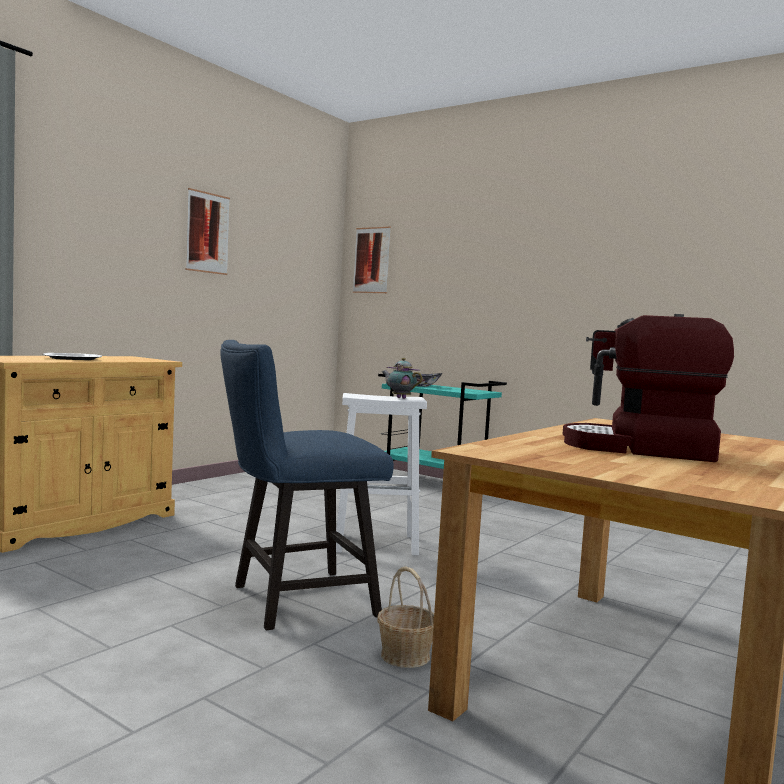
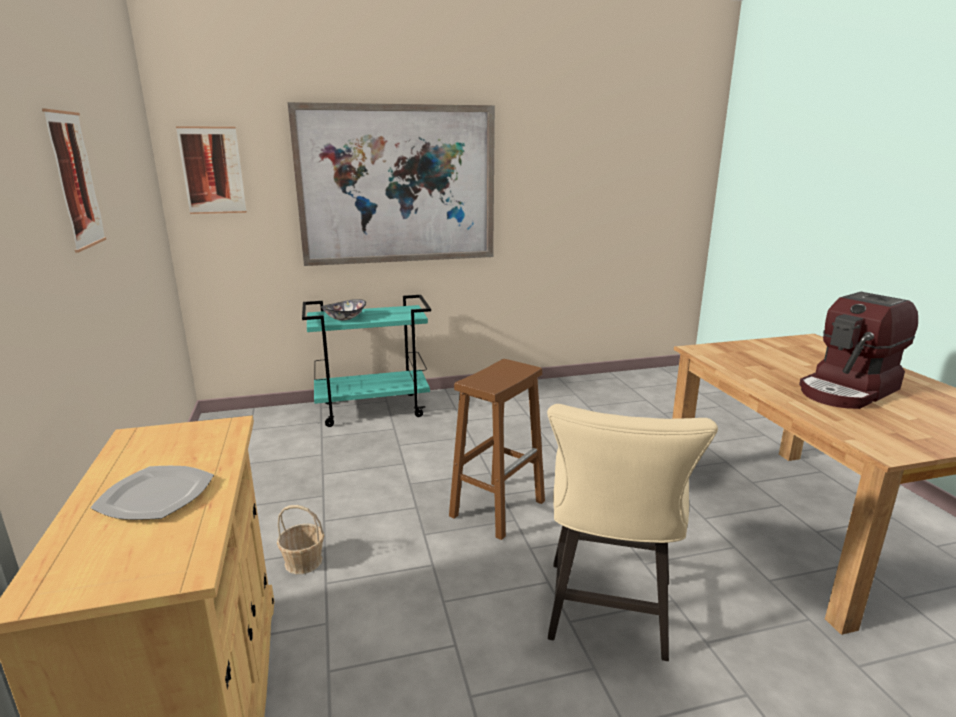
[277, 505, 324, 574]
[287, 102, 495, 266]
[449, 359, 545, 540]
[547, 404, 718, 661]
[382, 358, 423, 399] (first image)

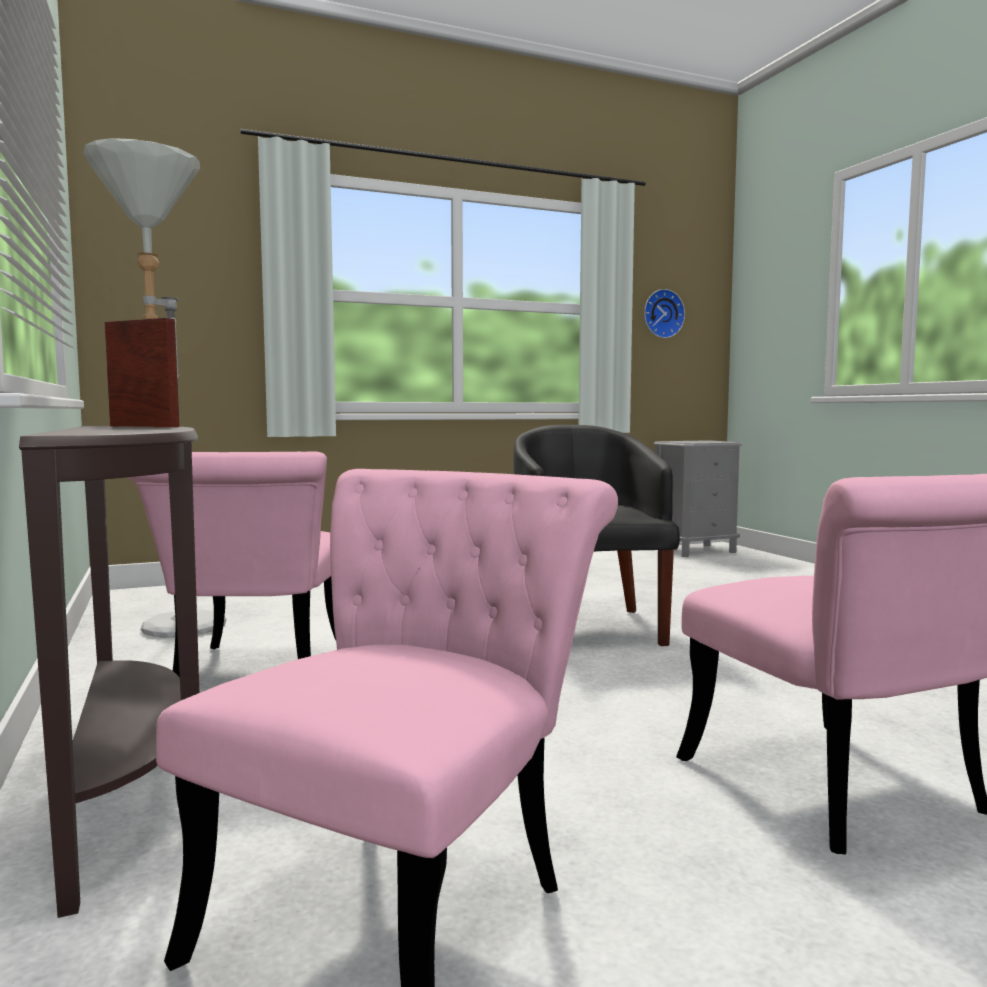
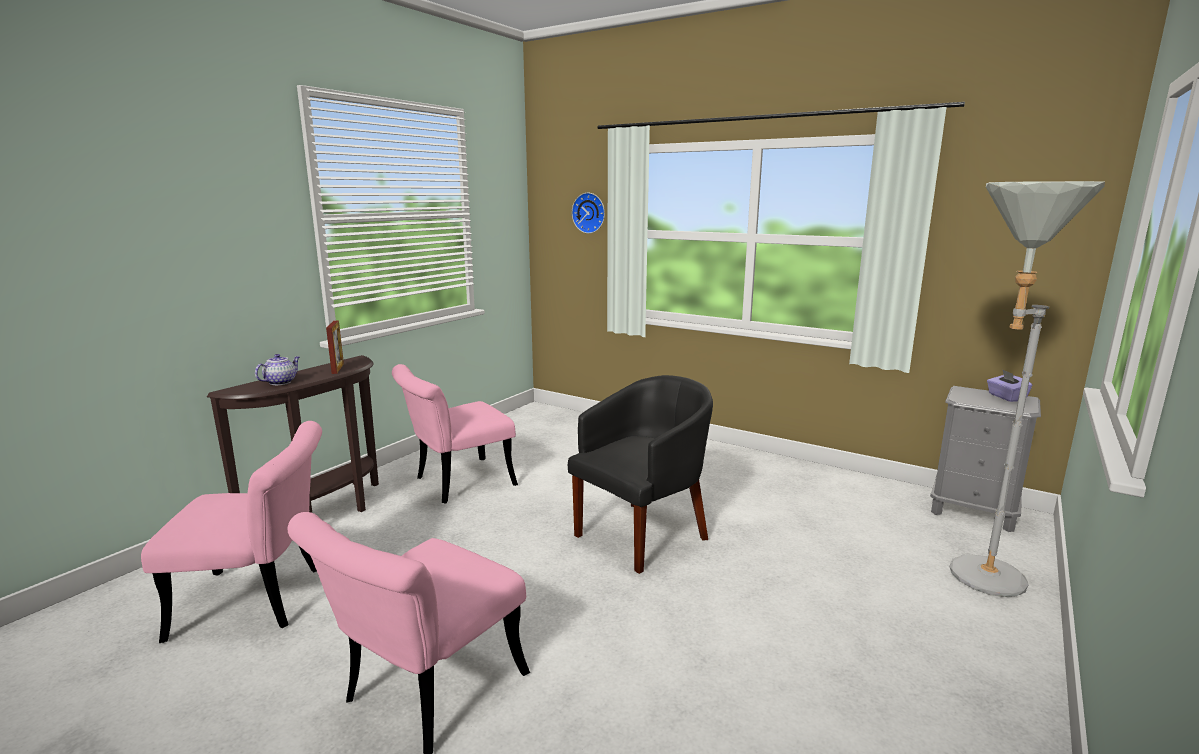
[255, 354, 300, 385]
[572, 193, 605, 234]
[949, 181, 1105, 597]
[987, 369, 1032, 402]

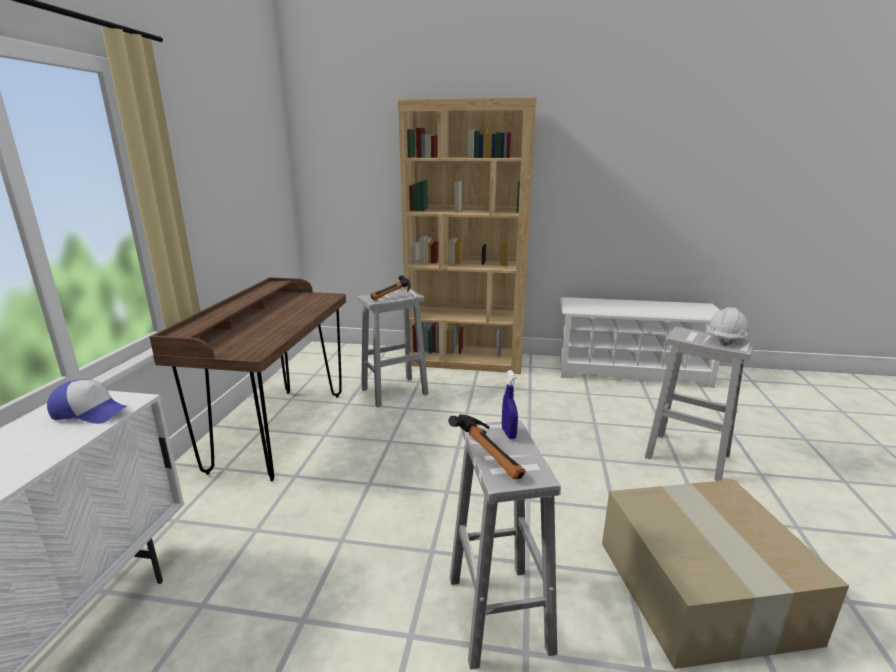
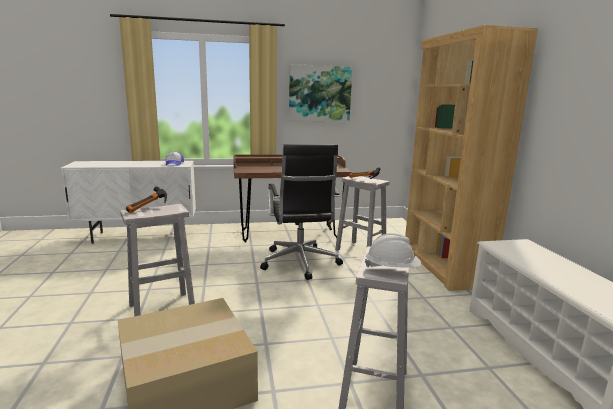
[260, 144, 343, 280]
[289, 64, 352, 122]
[502, 370, 518, 439] (first image)

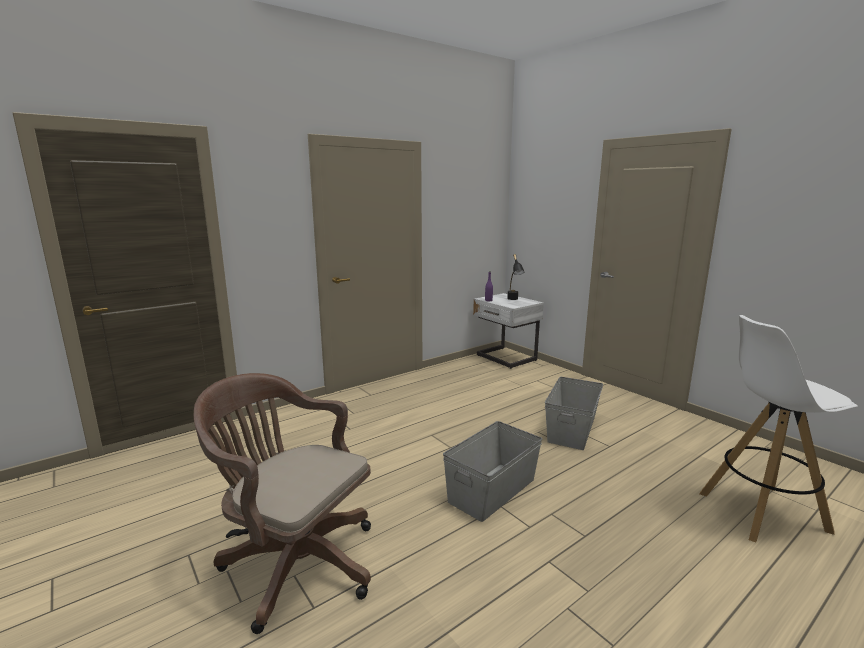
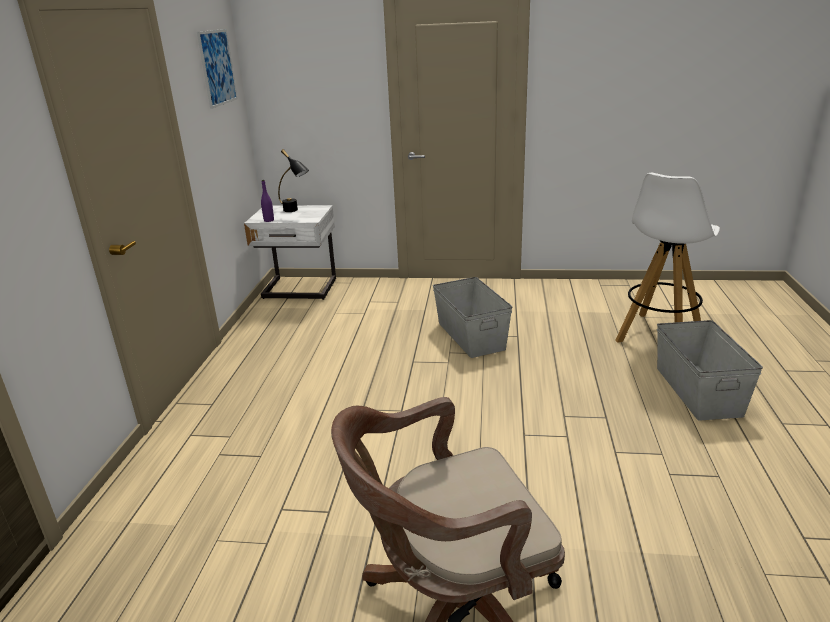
[197, 29, 238, 109]
[657, 320, 763, 421]

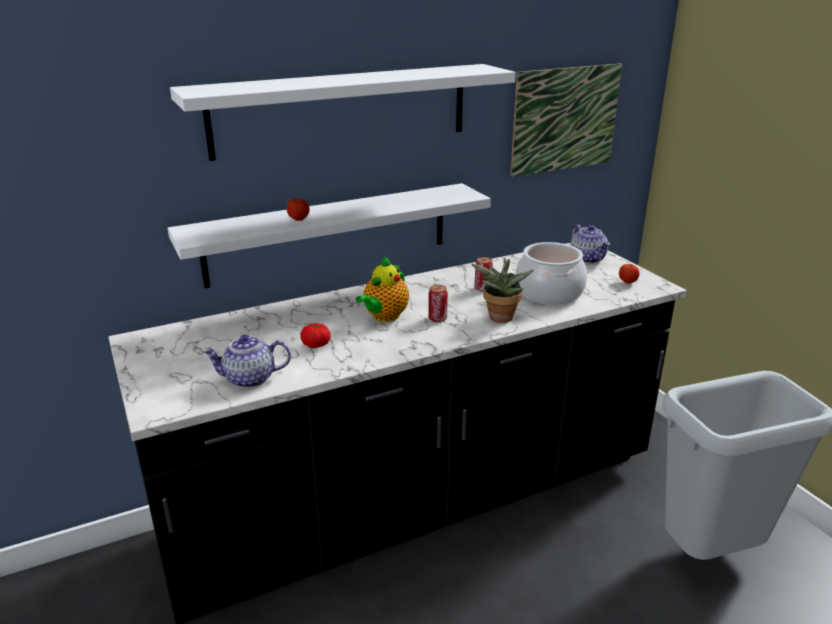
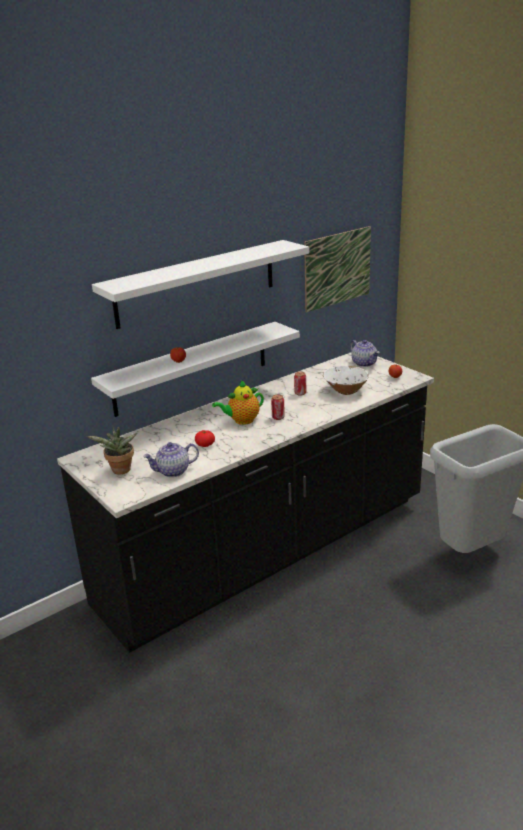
[87, 427, 137, 474]
[212, 380, 264, 425]
[323, 366, 369, 395]

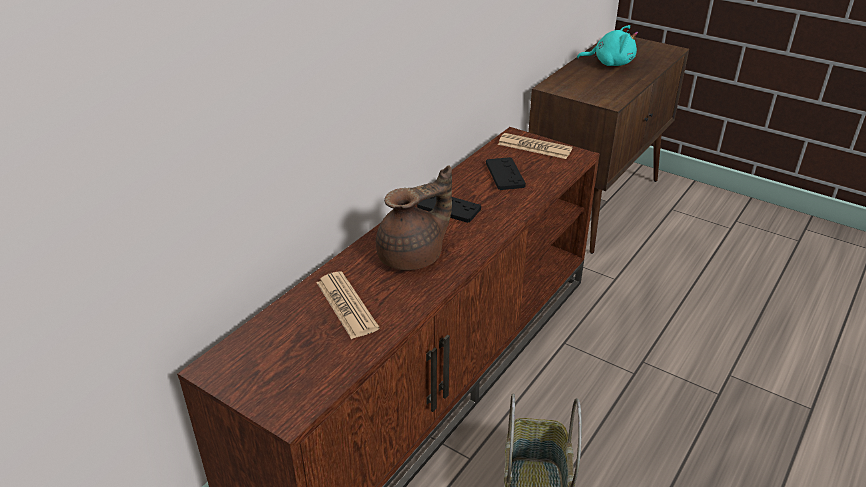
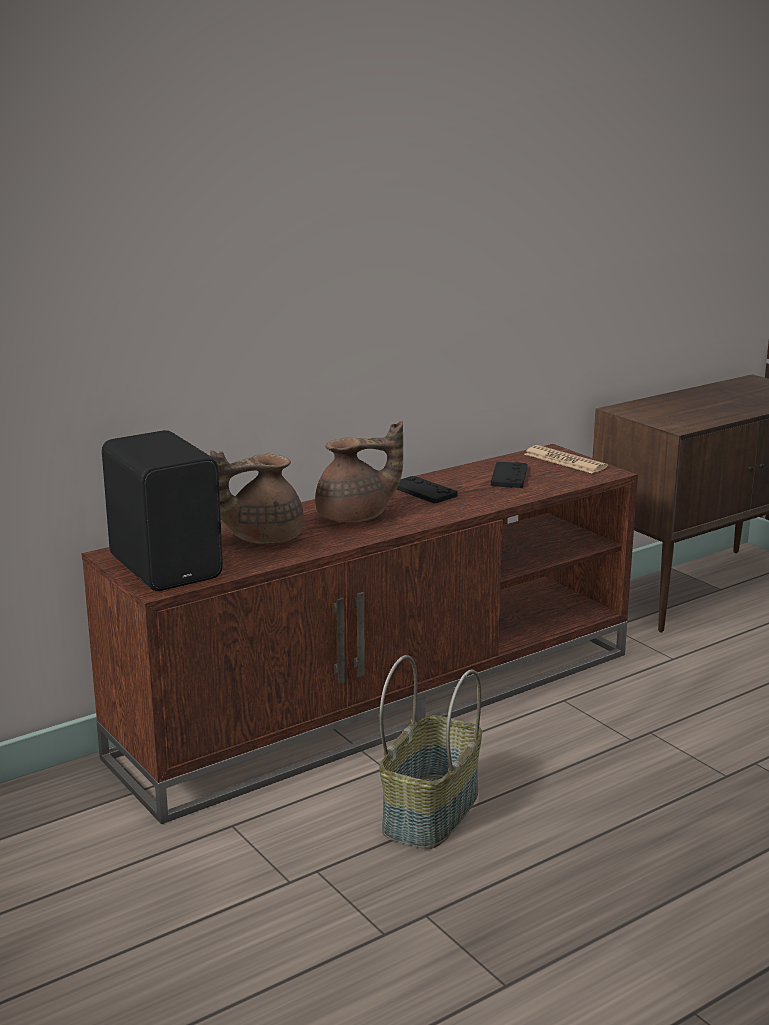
[102, 430, 223, 591]
[210, 450, 304, 544]
[577, 25, 638, 66] (first image)

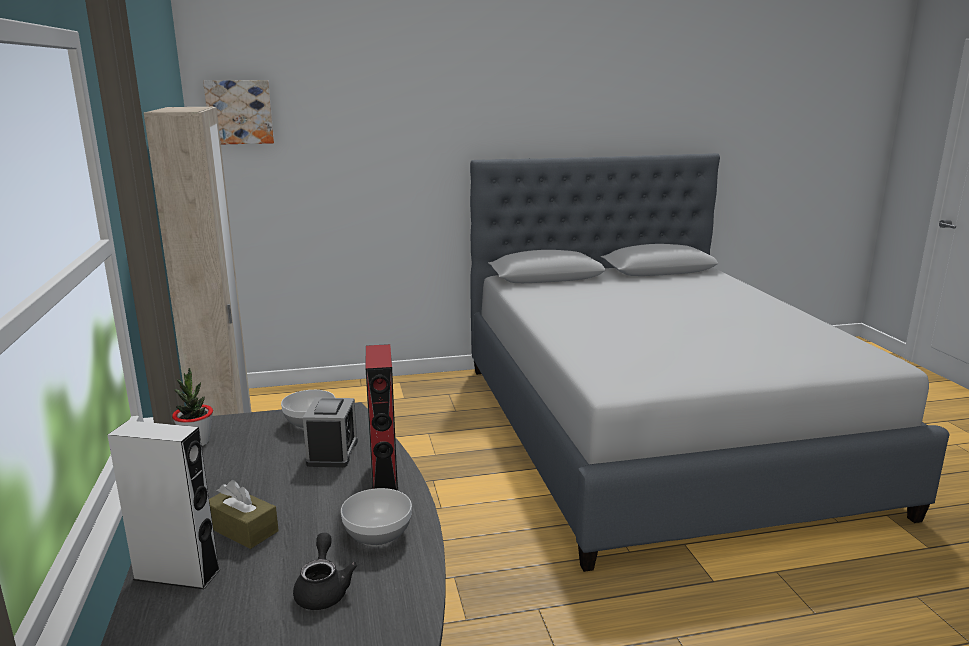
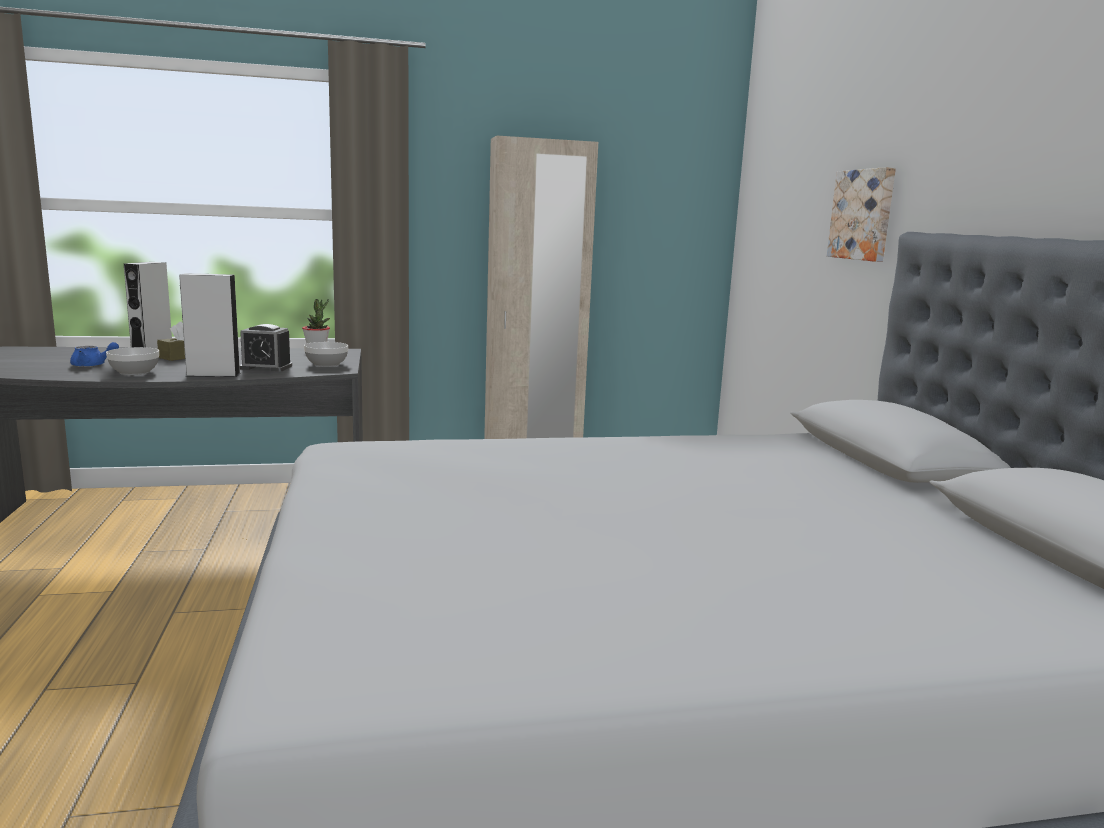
[70, 342, 119, 367]
[179, 273, 241, 377]
[827, 167, 896, 262]

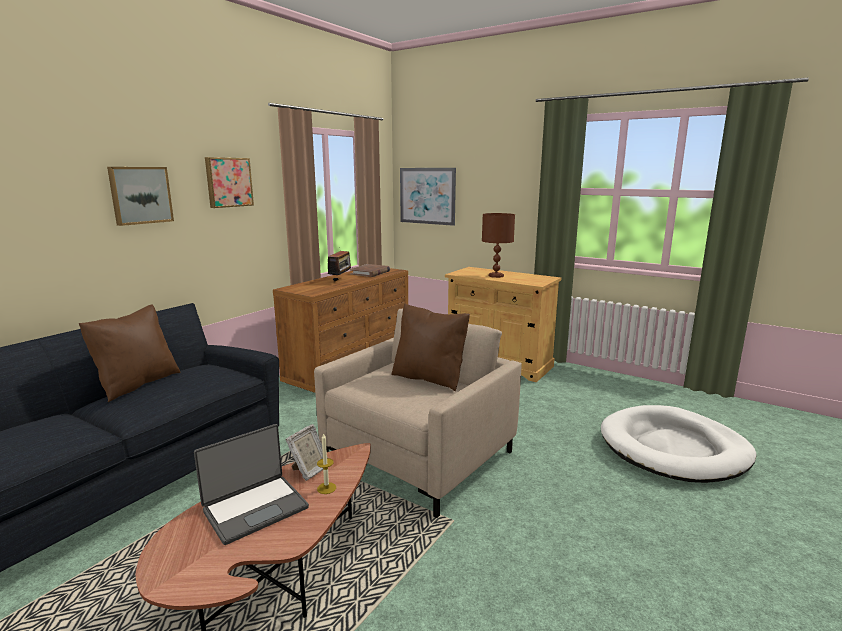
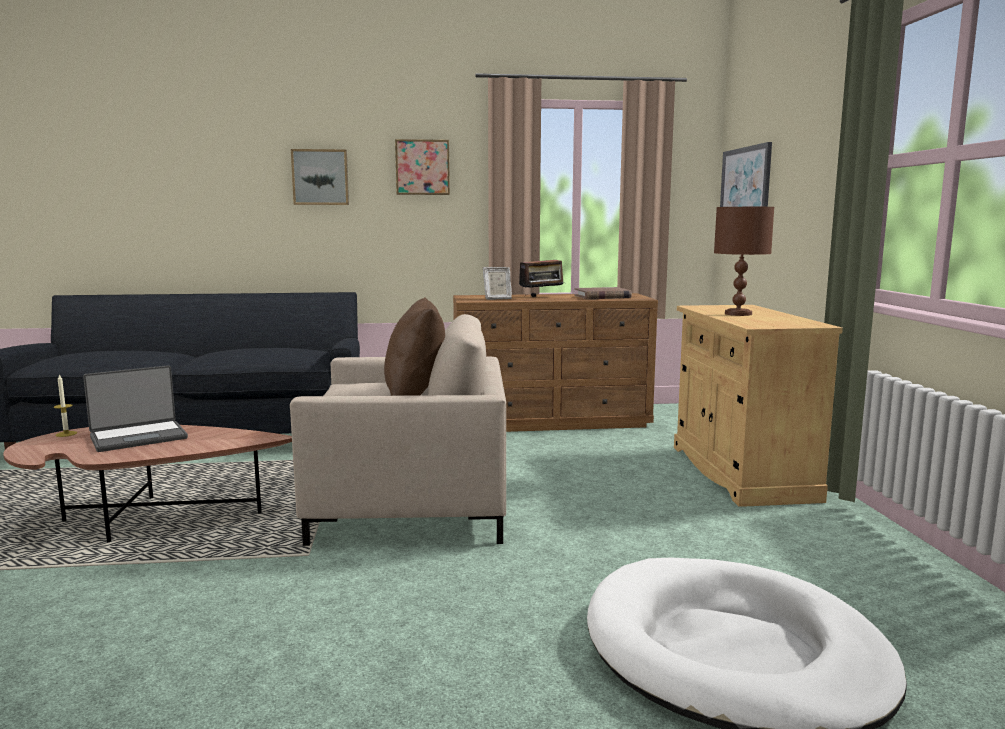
[54, 374, 77, 437]
[83, 365, 188, 452]
[483, 267, 512, 300]
[79, 305, 181, 402] (first image)

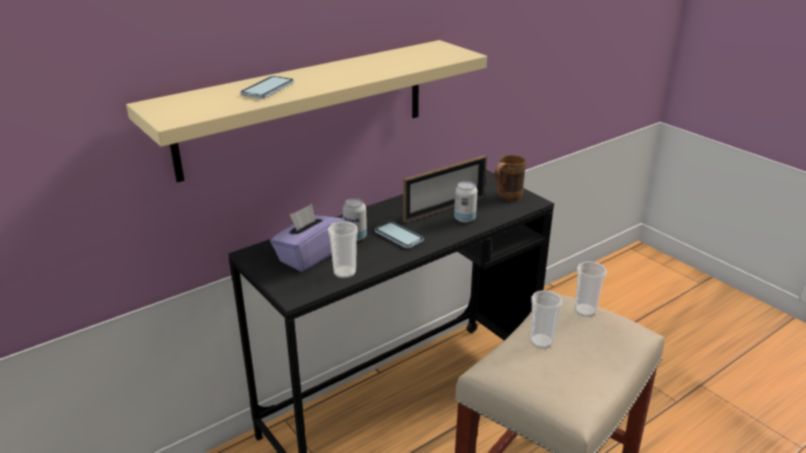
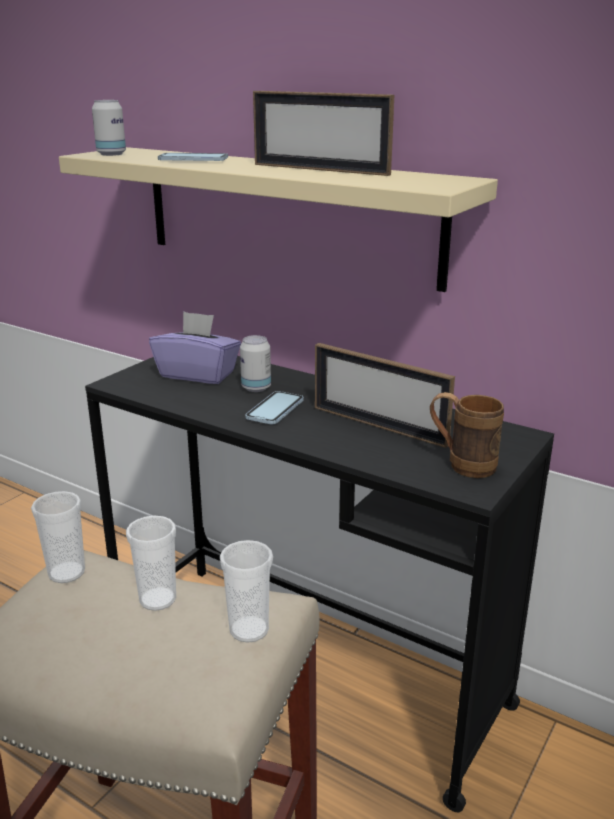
[31, 491, 85, 583]
[92, 100, 126, 156]
[253, 91, 394, 176]

